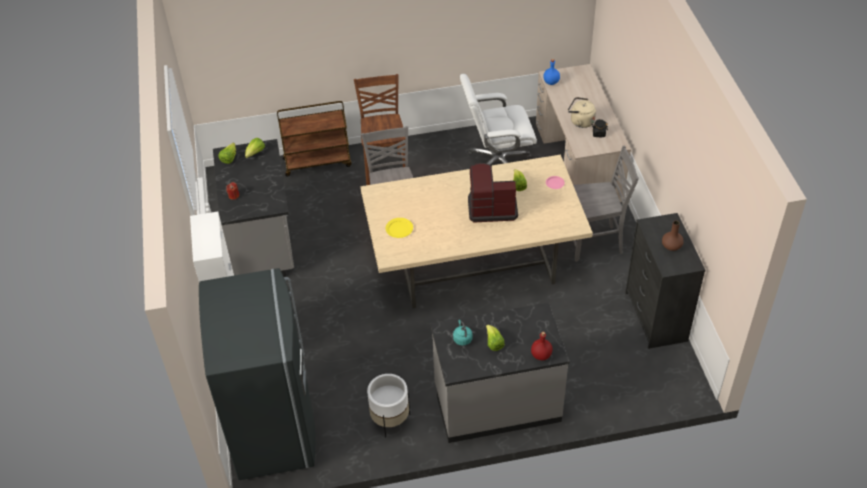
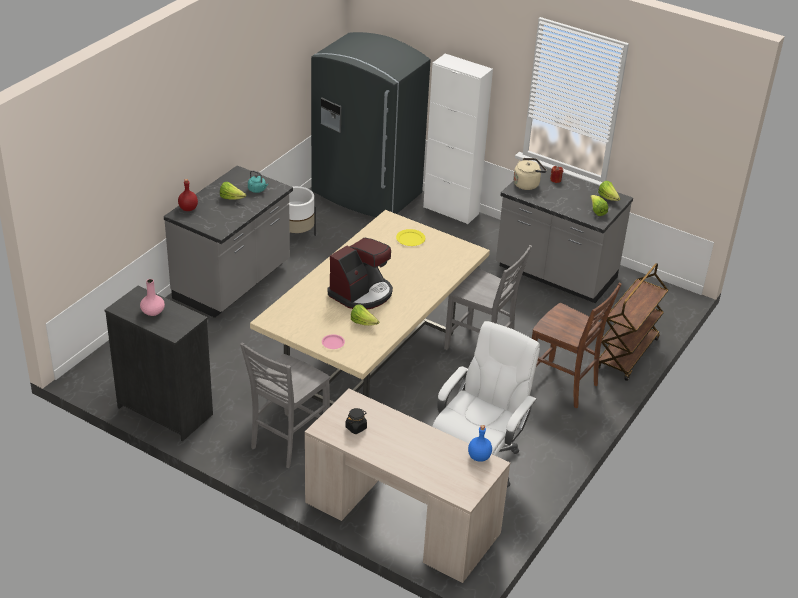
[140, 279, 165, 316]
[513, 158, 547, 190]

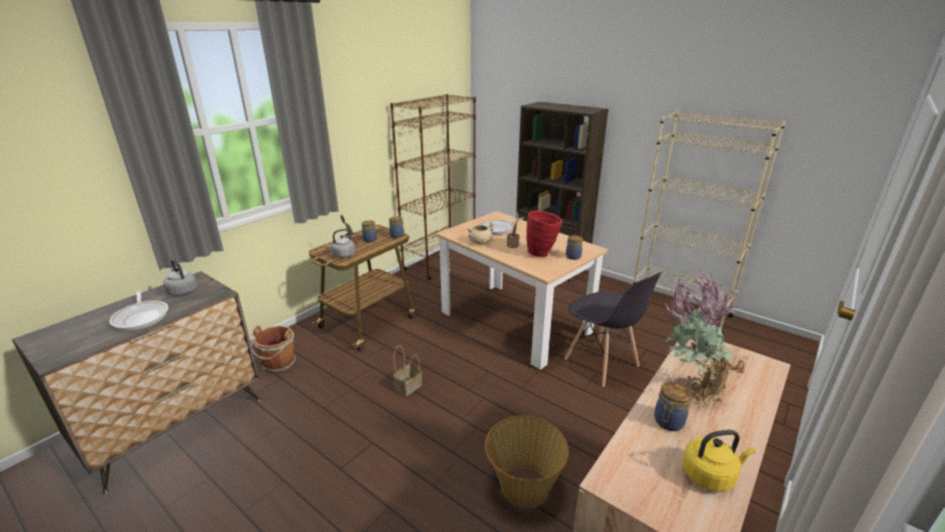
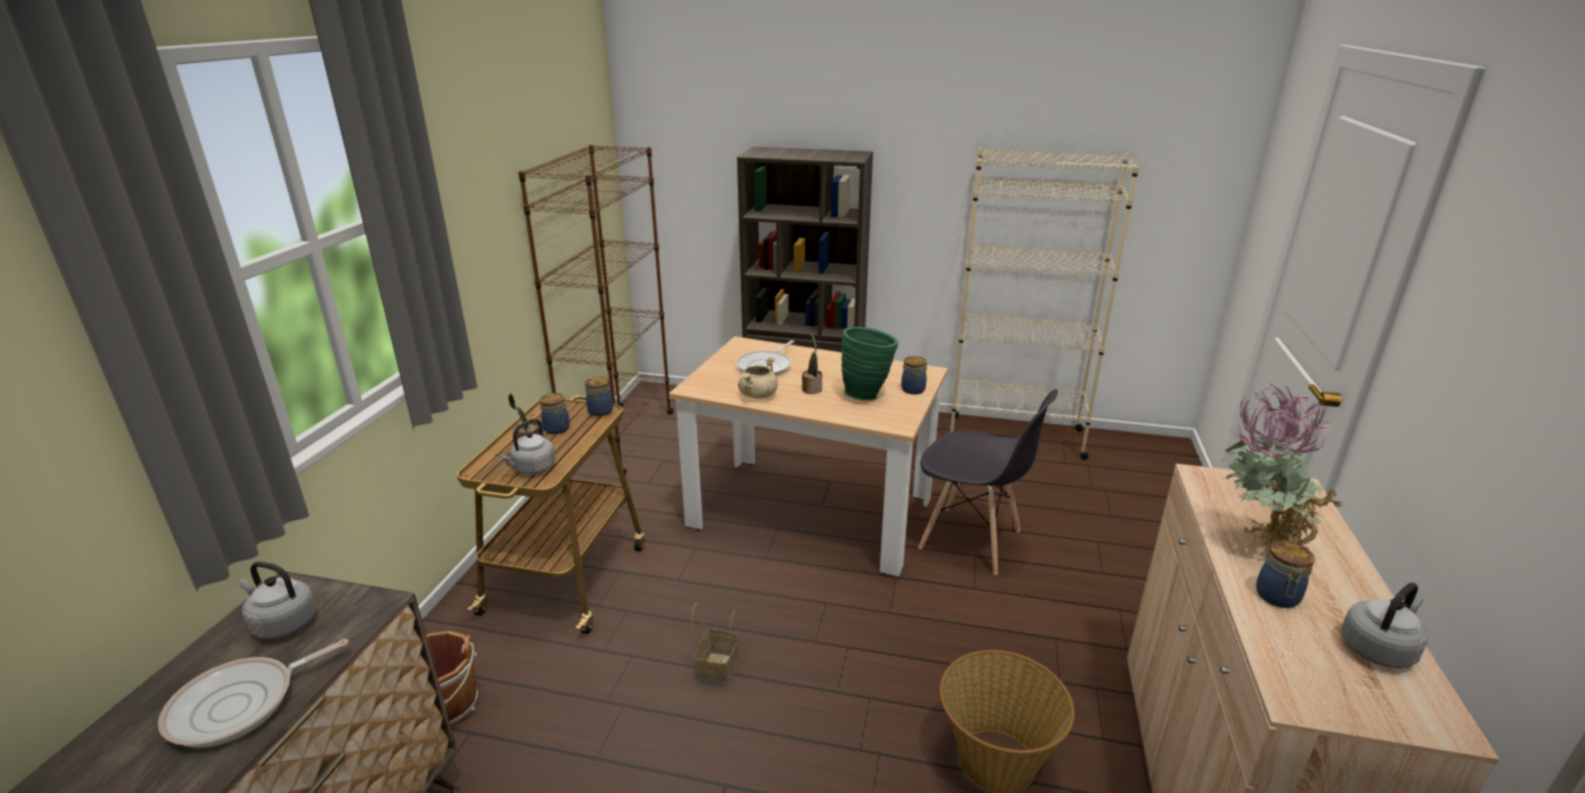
[158, 639, 349, 748]
[841, 327, 898, 401]
[1341, 583, 1428, 668]

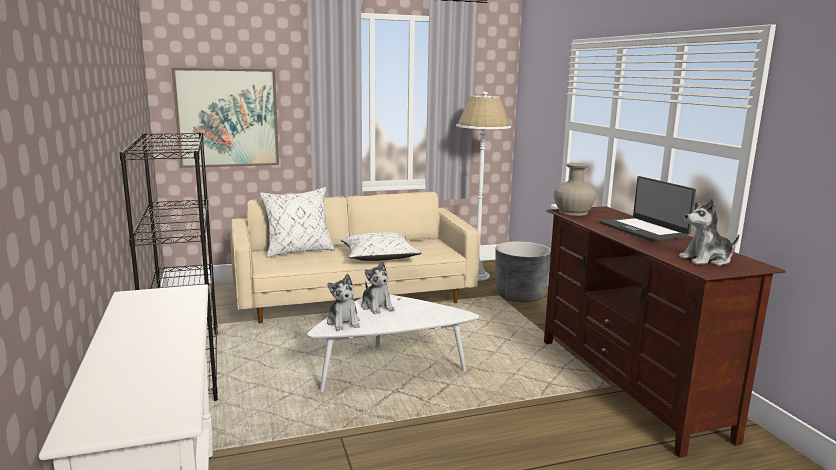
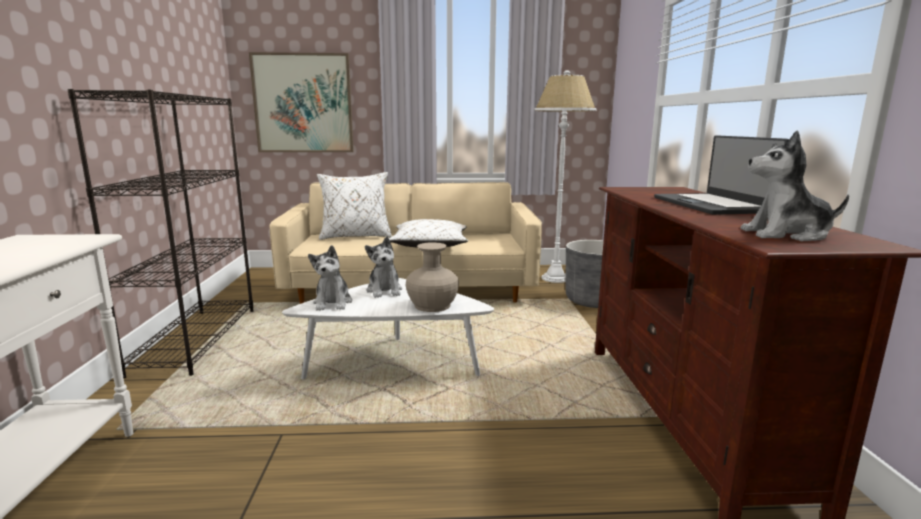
[406, 242, 459, 312]

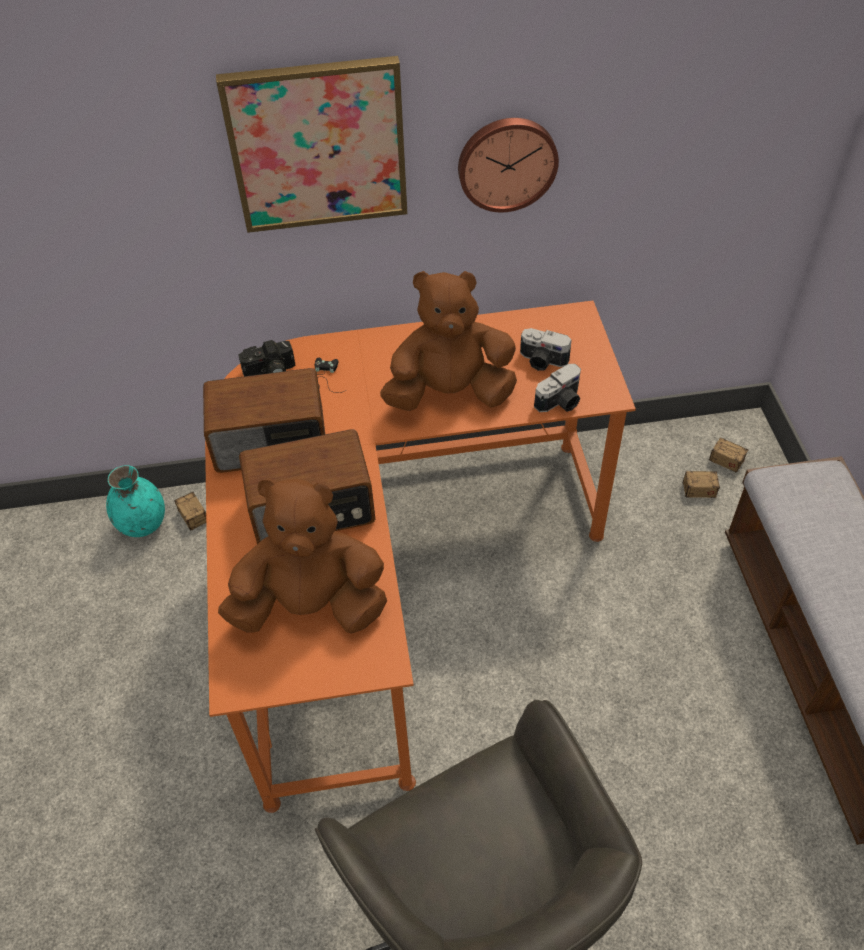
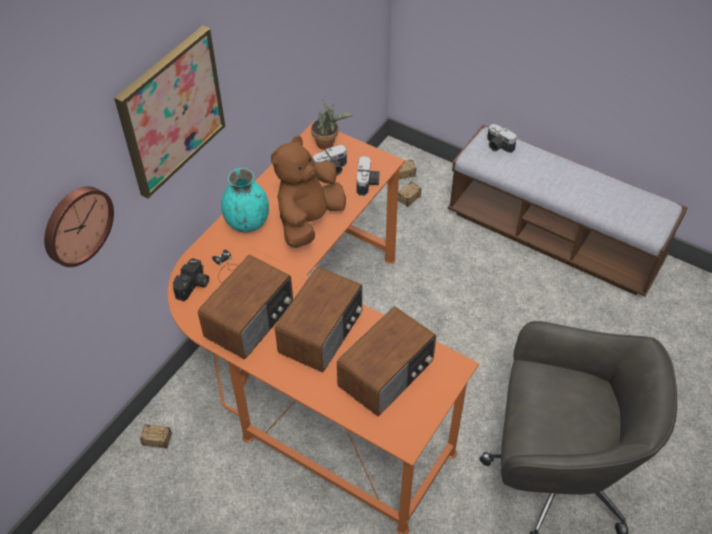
[44, 186, 114, 267]
[221, 168, 269, 233]
[311, 100, 354, 150]
[337, 307, 436, 416]
[487, 124, 517, 153]

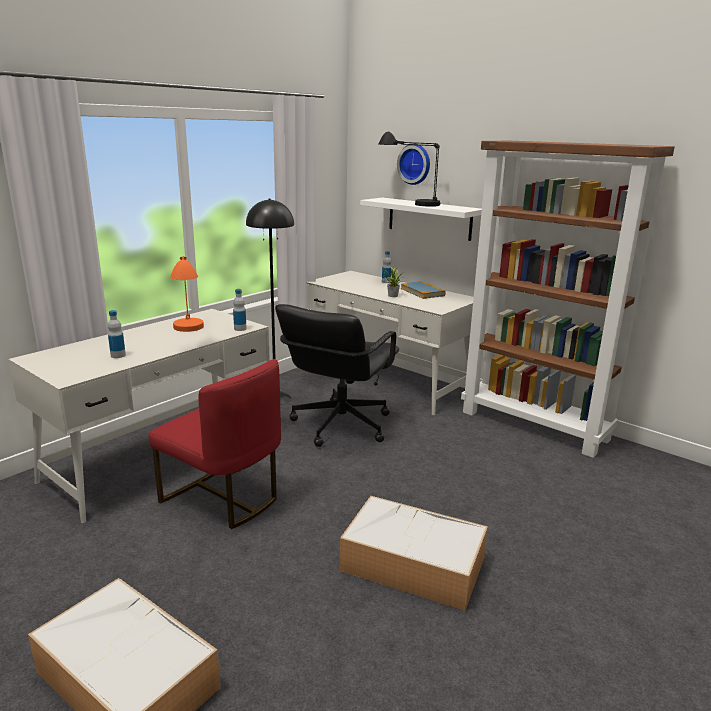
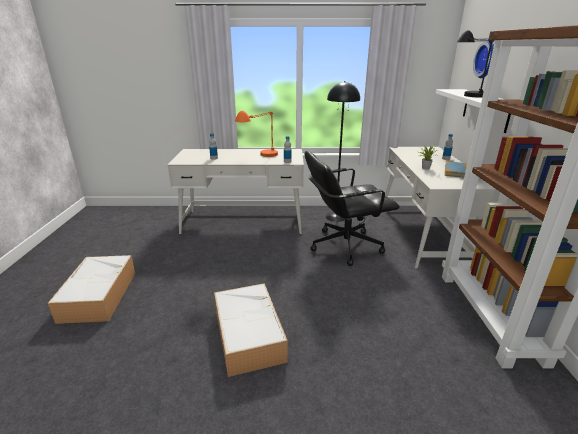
[148, 359, 281, 529] (first image)

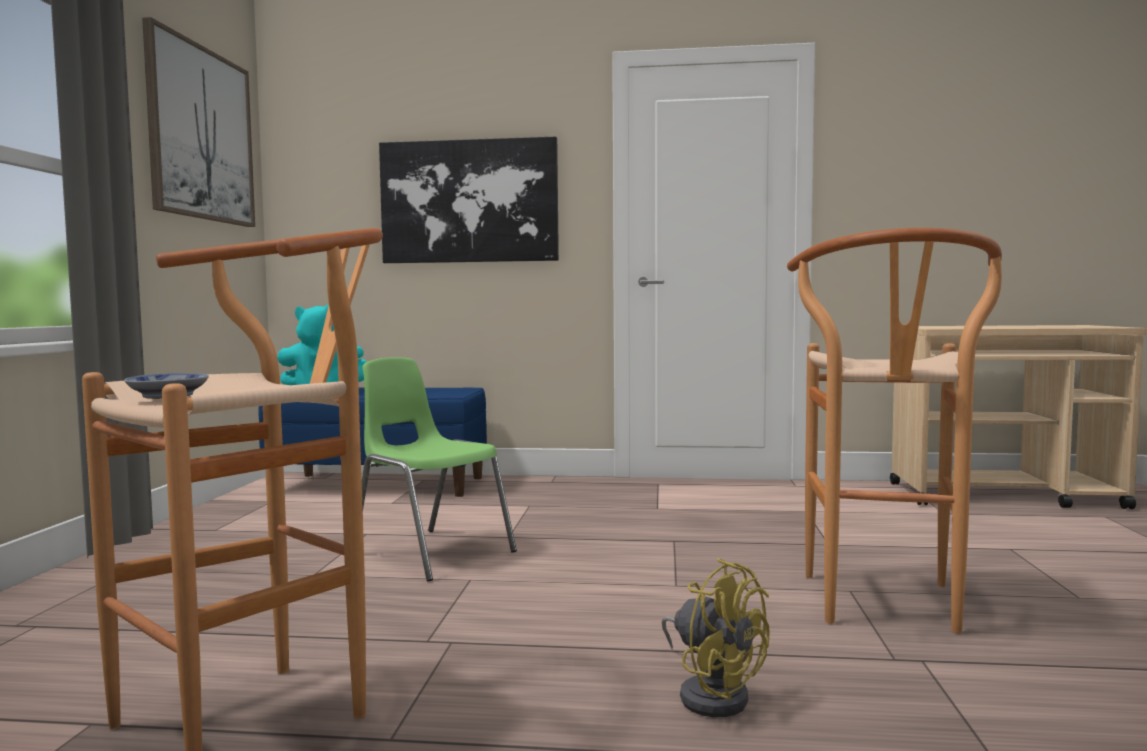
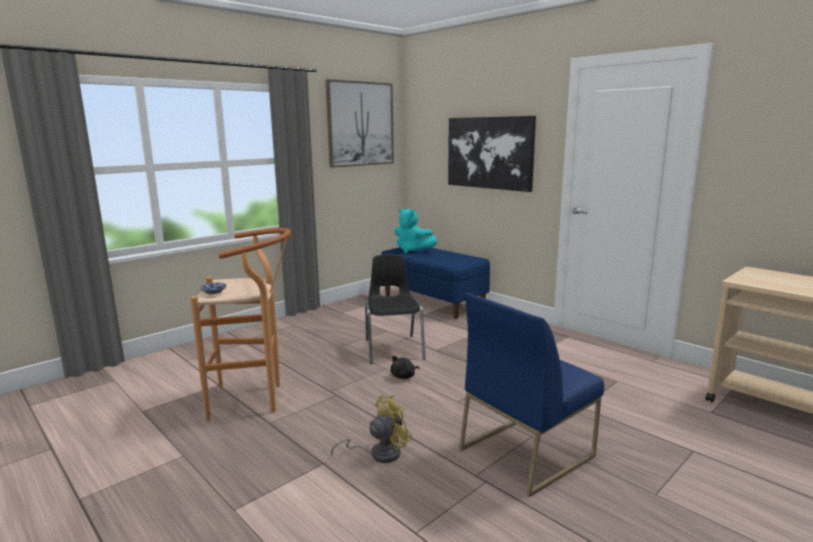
[331, 395, 413, 463]
[365, 254, 426, 364]
[390, 356, 420, 379]
[459, 293, 604, 497]

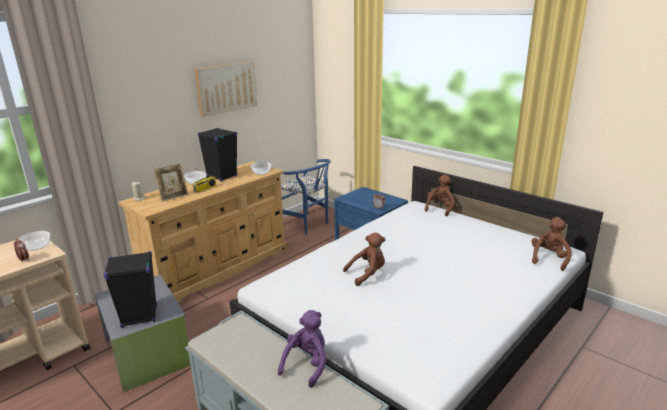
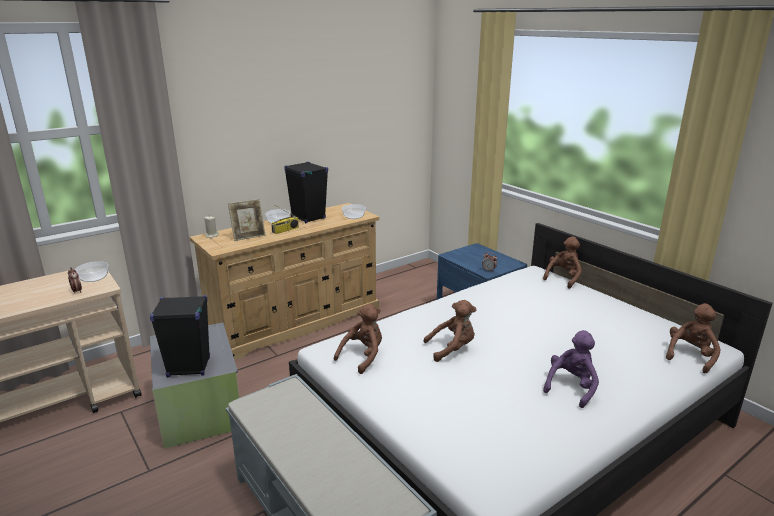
[334, 304, 382, 374]
[543, 330, 599, 408]
[195, 61, 258, 117] (first image)
[281, 159, 331, 235] (first image)

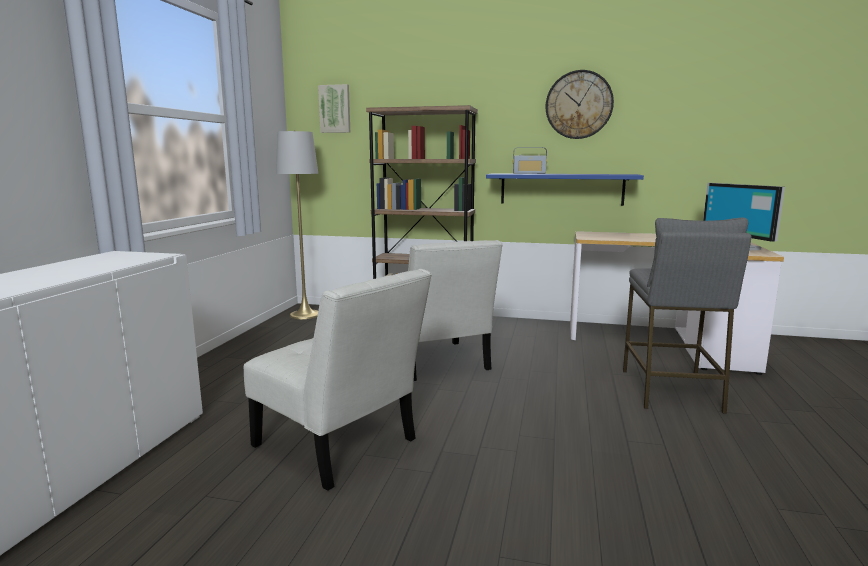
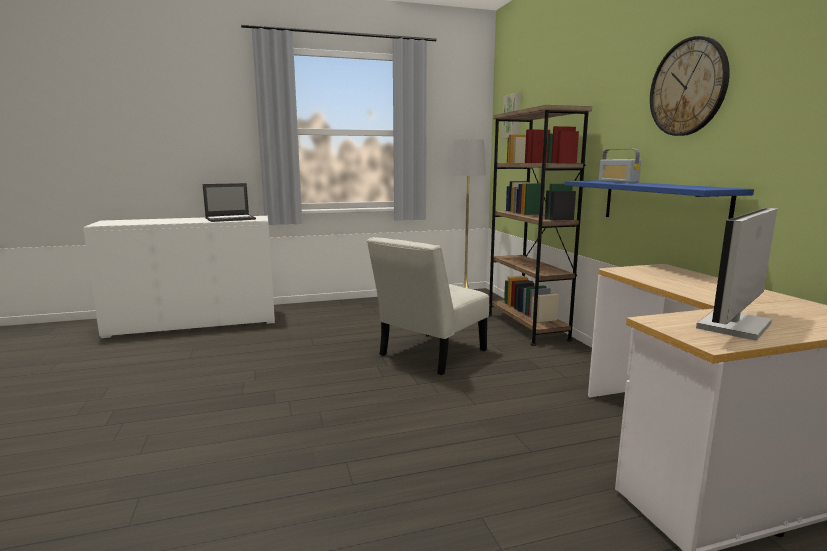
[203, 183, 256, 222]
[244, 269, 432, 491] (first image)
[623, 218, 752, 414] (first image)

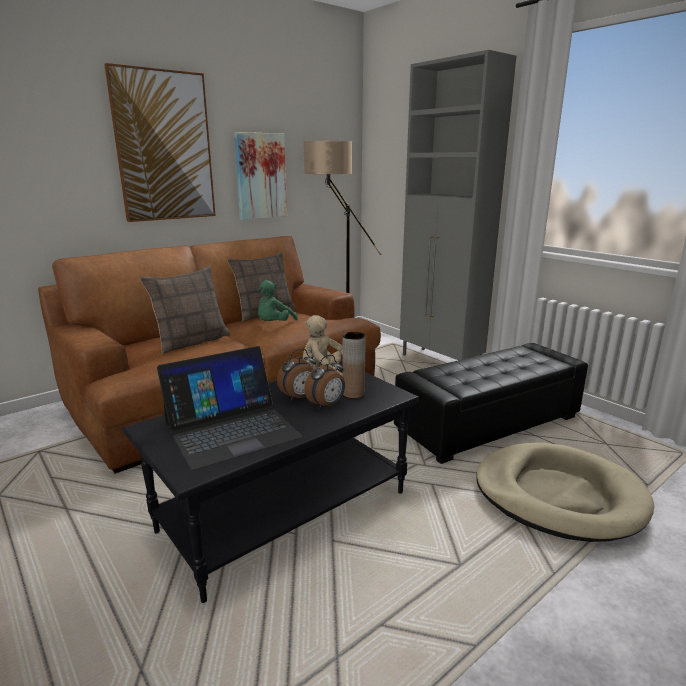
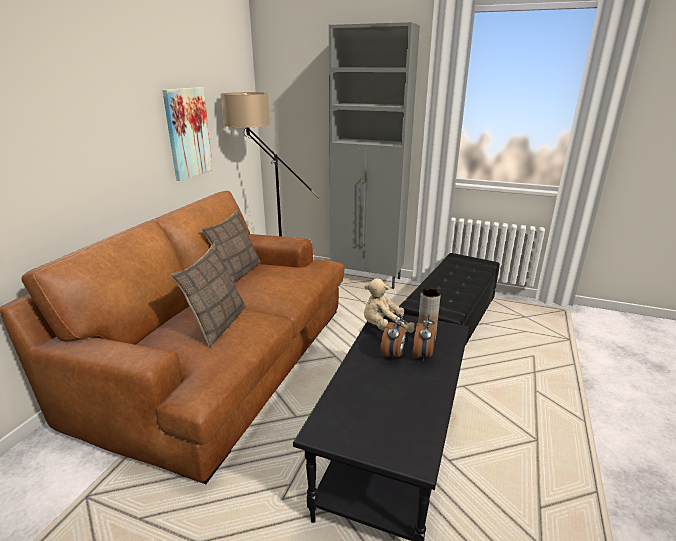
[104, 63, 215, 222] (first image)
[157, 346, 302, 470] (first image)
[258, 280, 298, 321] (first image)
[476, 443, 654, 542] (first image)

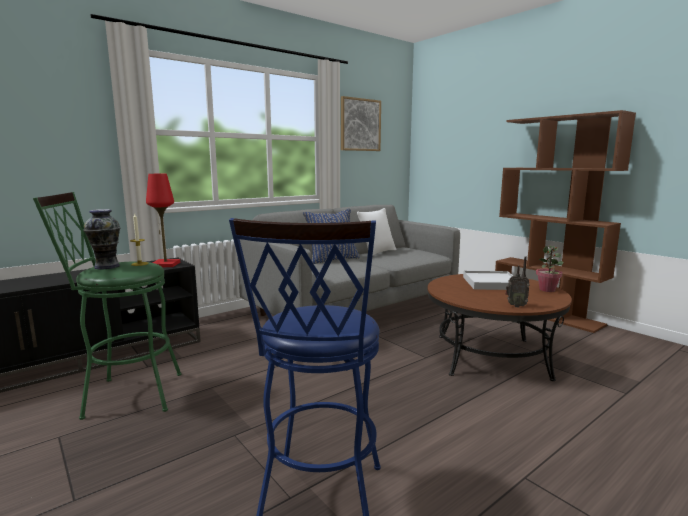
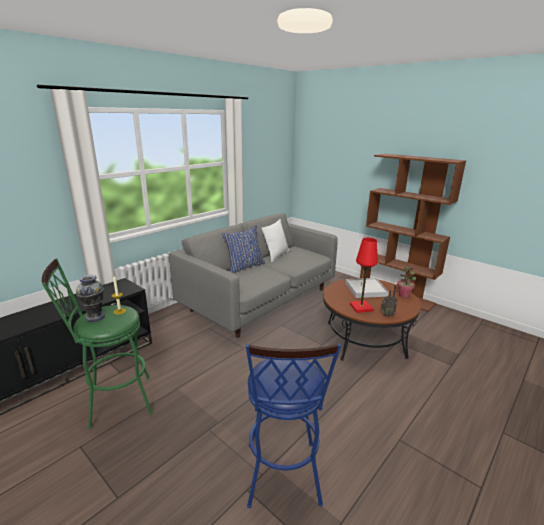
[350, 238, 378, 313]
[341, 96, 381, 151] (first image)

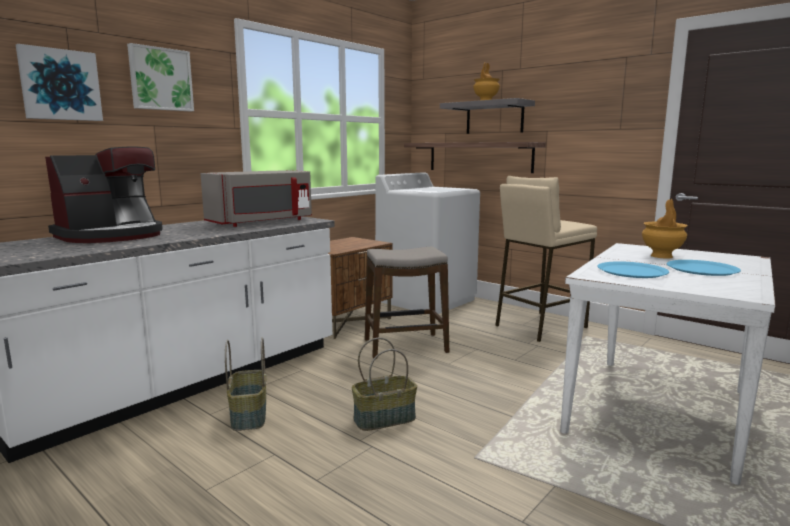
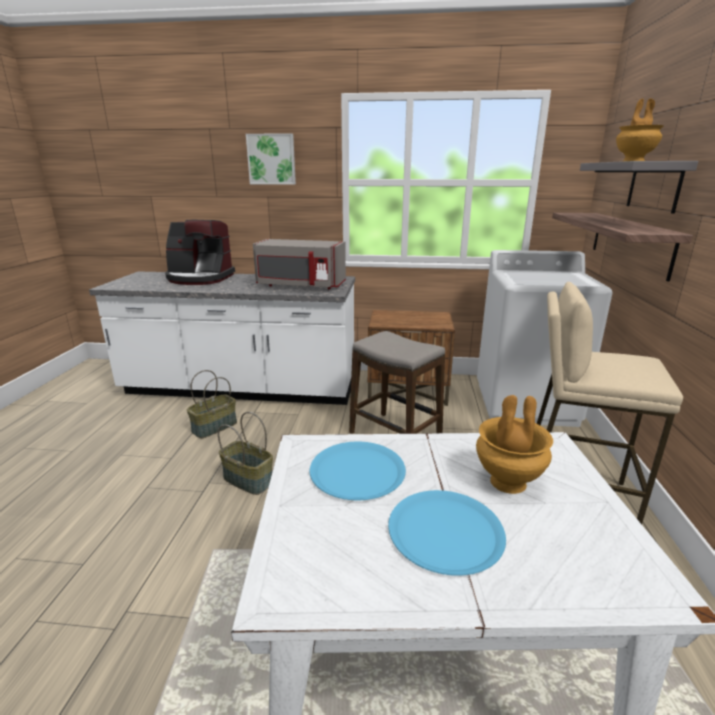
[16, 44, 103, 121] (first image)

